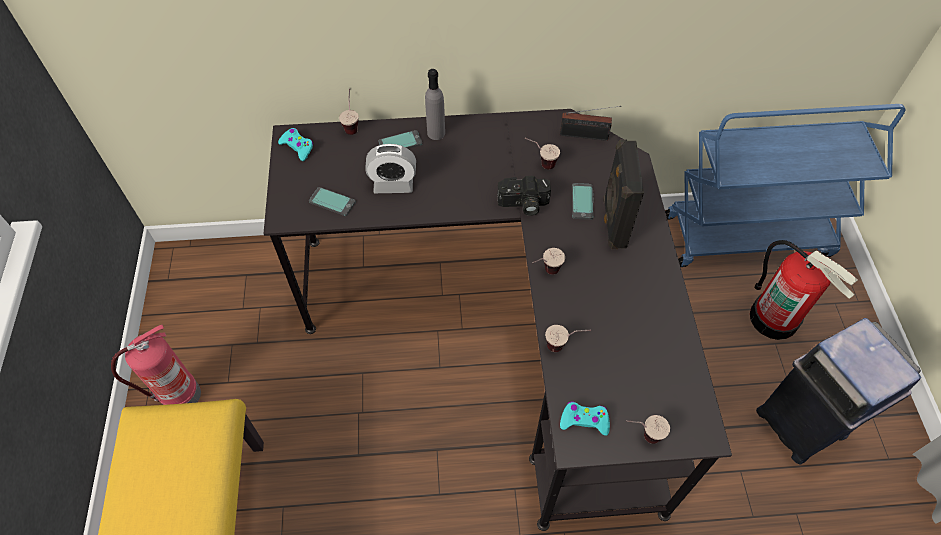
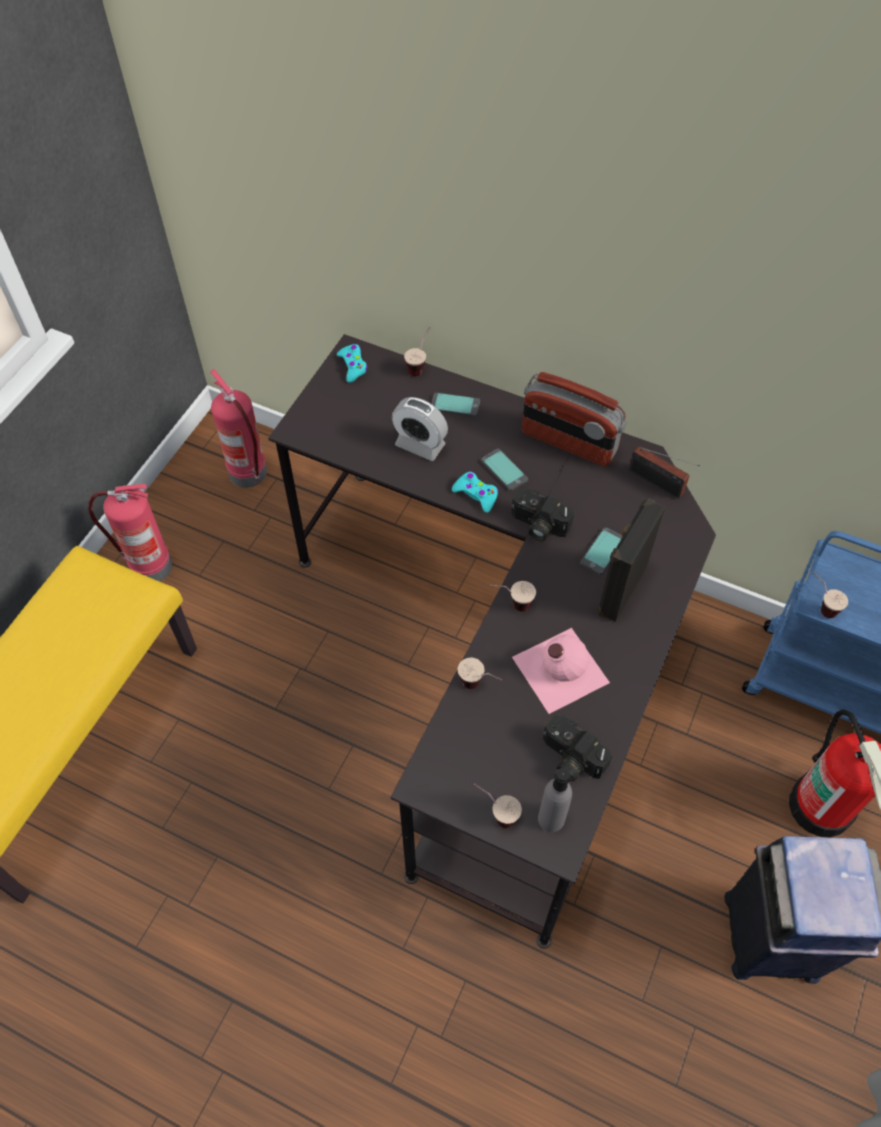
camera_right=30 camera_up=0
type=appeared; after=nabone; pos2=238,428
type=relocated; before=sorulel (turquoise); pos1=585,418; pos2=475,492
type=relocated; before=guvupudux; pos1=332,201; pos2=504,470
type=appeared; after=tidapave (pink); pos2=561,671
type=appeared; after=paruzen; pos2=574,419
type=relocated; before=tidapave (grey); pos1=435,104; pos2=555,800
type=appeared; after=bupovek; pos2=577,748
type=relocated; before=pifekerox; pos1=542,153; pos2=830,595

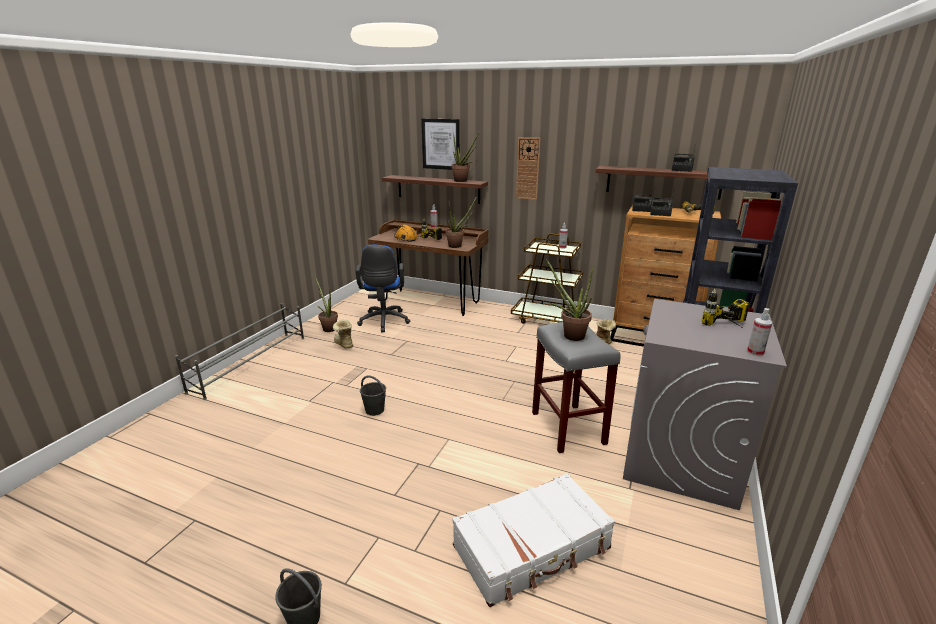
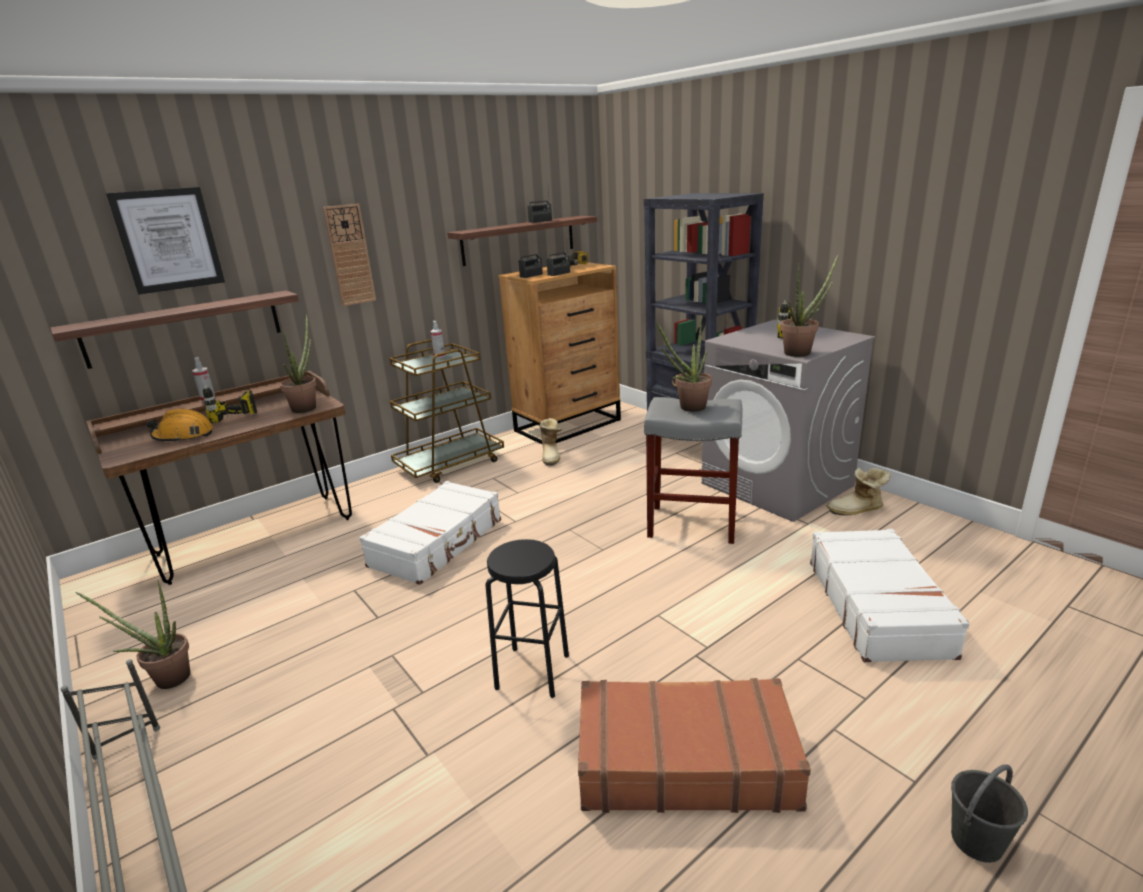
camera_right=-60 camera_up=0
type=appeared; after=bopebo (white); pos2=430,533
type=exchanged; before=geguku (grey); after=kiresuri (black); pos1=373,395; pos2=527,618
type=appeared; after=bopebo (brown); pos2=694,745
type=relocated; before=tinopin; pos1=465,157; pos2=809,305
type=relocated; before=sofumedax; pos1=343,333; pos2=859,491
type=missing; before=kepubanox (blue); pos1=383,288
type=missing; before=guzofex; pos1=759,332

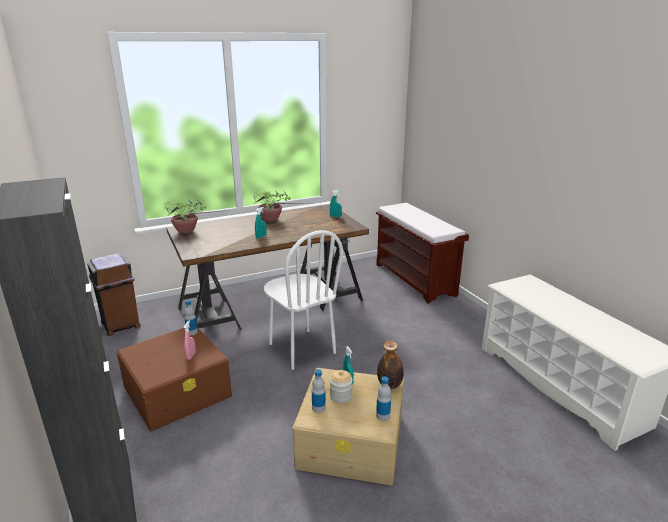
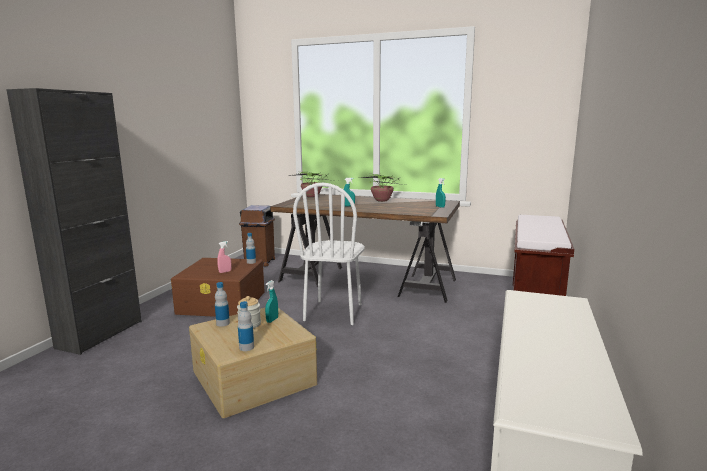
camera_right=45 camera_up=-10
type=missing; before=tidapave; pos1=390,364

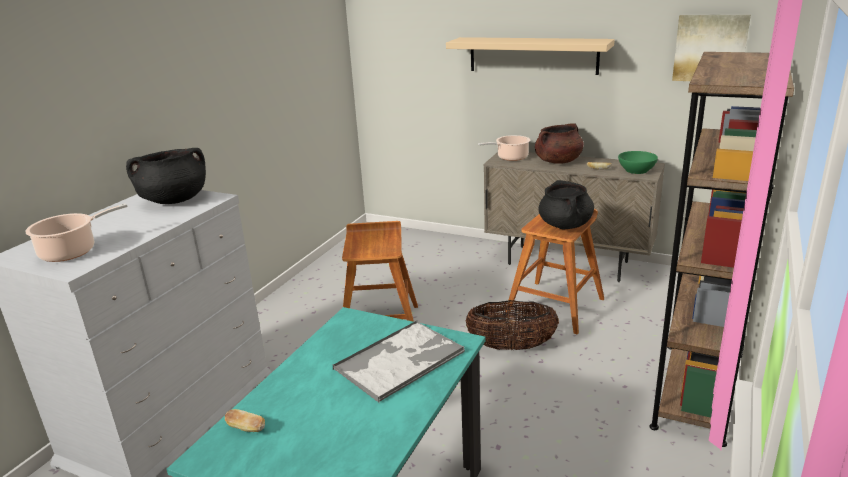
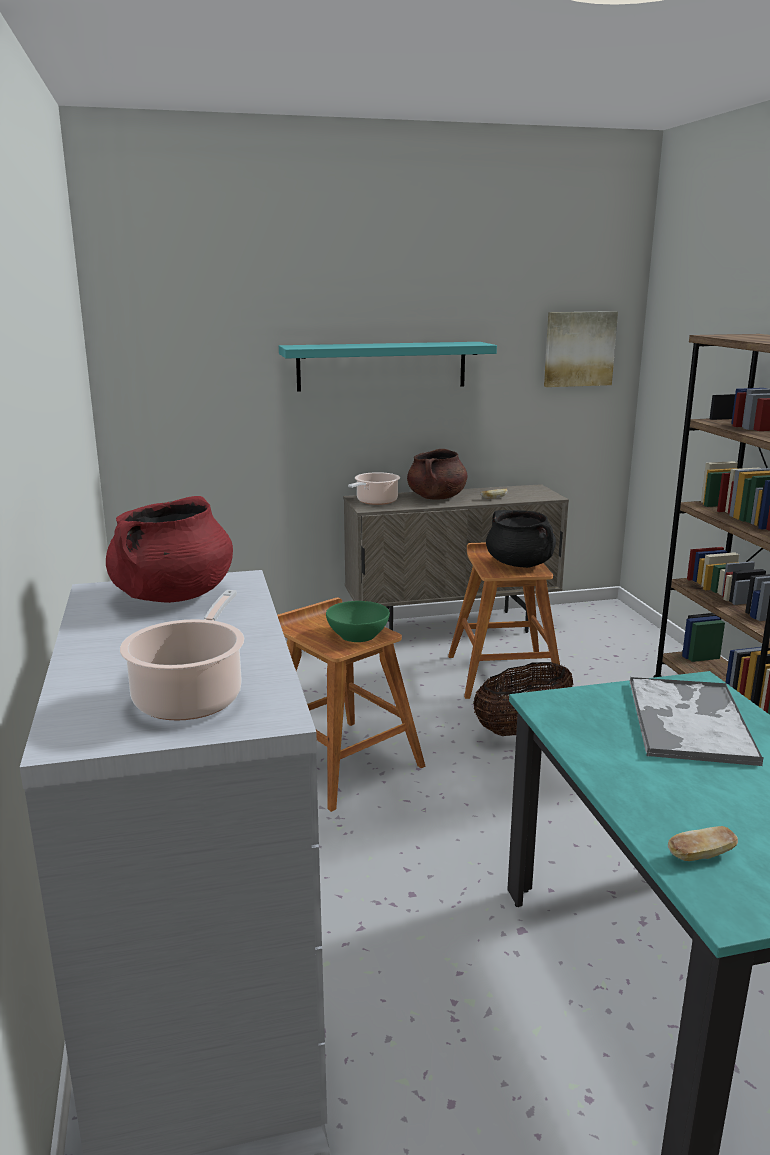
camera_right=-40 camera_up=-5
type=colour; before=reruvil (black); after=reruvil (red); pos1=166,176; pos2=169,549
type=colour; before=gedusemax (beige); after=gedusemax (turquoise); pos1=530,56; pos2=388,367
type=relocated; before=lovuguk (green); pos1=638,162; pos2=358,621

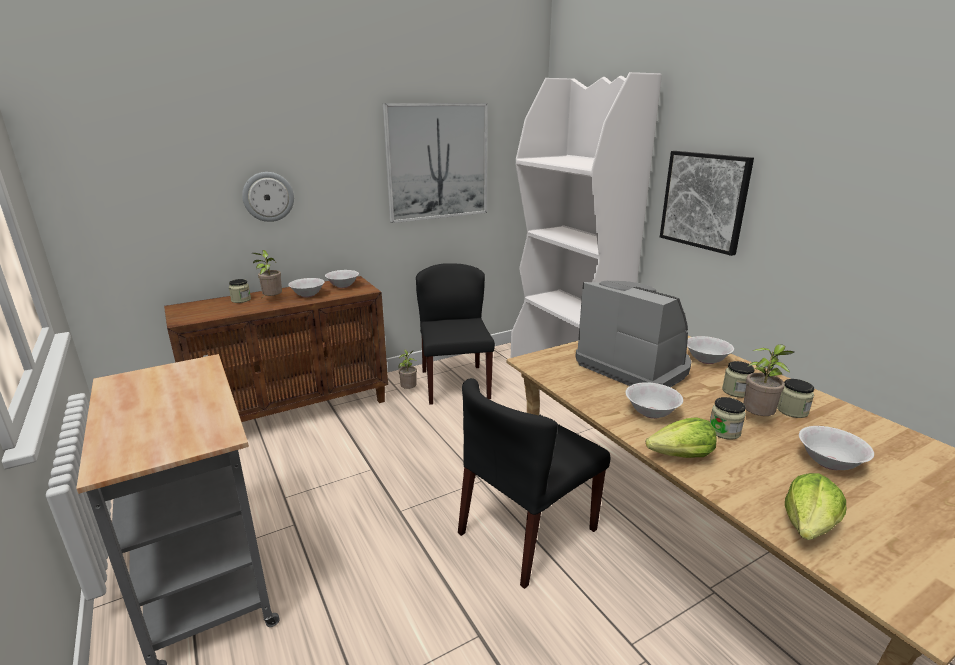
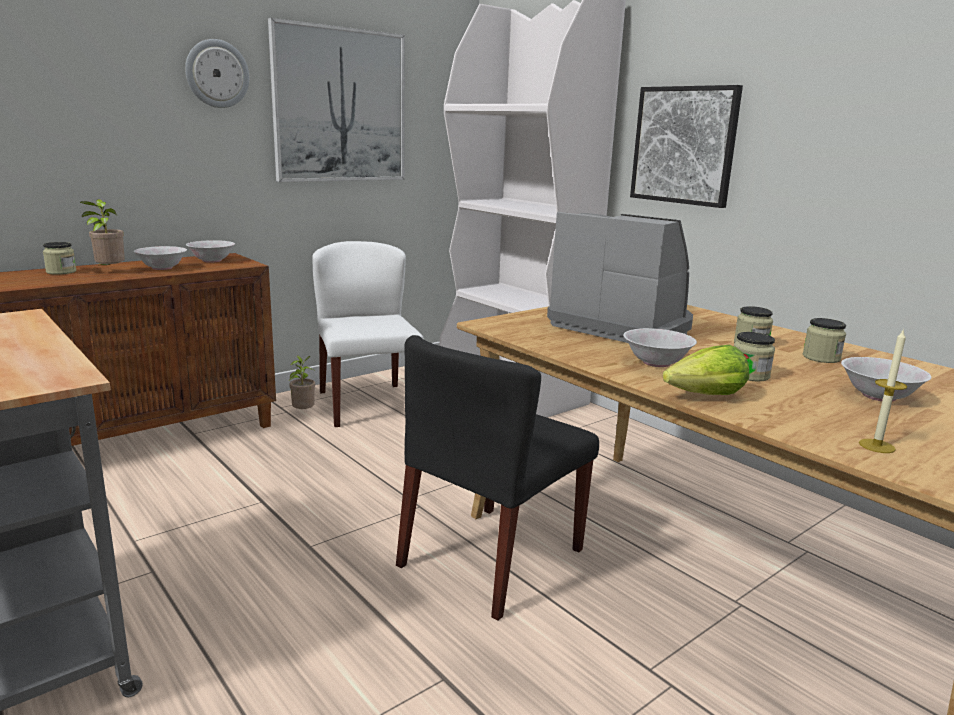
camera_right=-10 camera_up=-5
type=relocated; before=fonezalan; pos1=268,197; pos2=217,73
type=colour; before=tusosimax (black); after=tusosimax (white); pos1=455,334; pos2=368,334
type=exchanged; before=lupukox; after=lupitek; pos1=815,506; pos2=883,390
type=missing; before=lovuguk (white); pos1=710,350
type=missing; before=tinopin; pos1=768,380

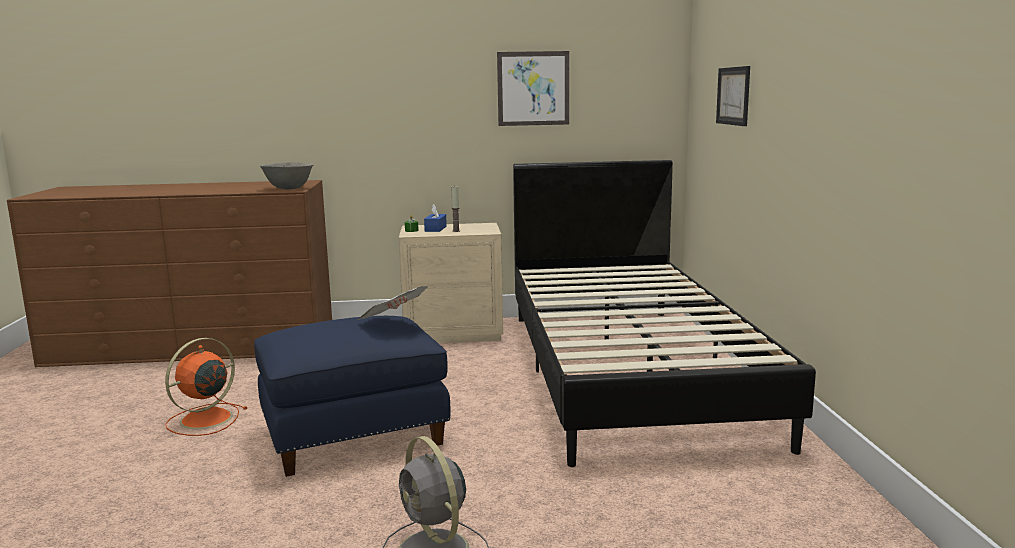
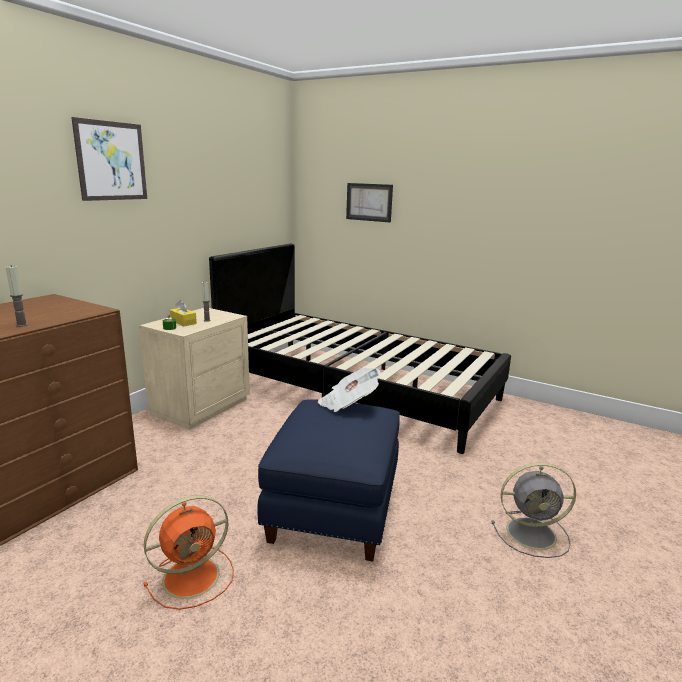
camera_right=-55 camera_up=5
type=appeared; after=lupitek; pos2=17,296
type=relocated; before=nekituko; pos1=533,88; pos2=109,159
type=spun; before=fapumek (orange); pos1=206,387; pos2=188,552; turn=-105
type=colour; before=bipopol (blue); after=bipopol (yellow); pos1=435,218; pos2=183,313
type=missing; before=lovuguk (grey); pos1=287,175

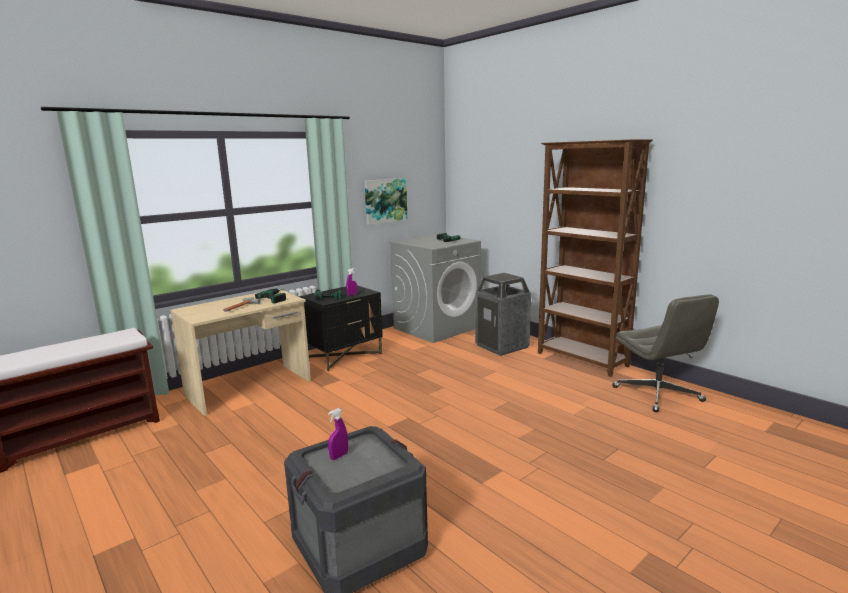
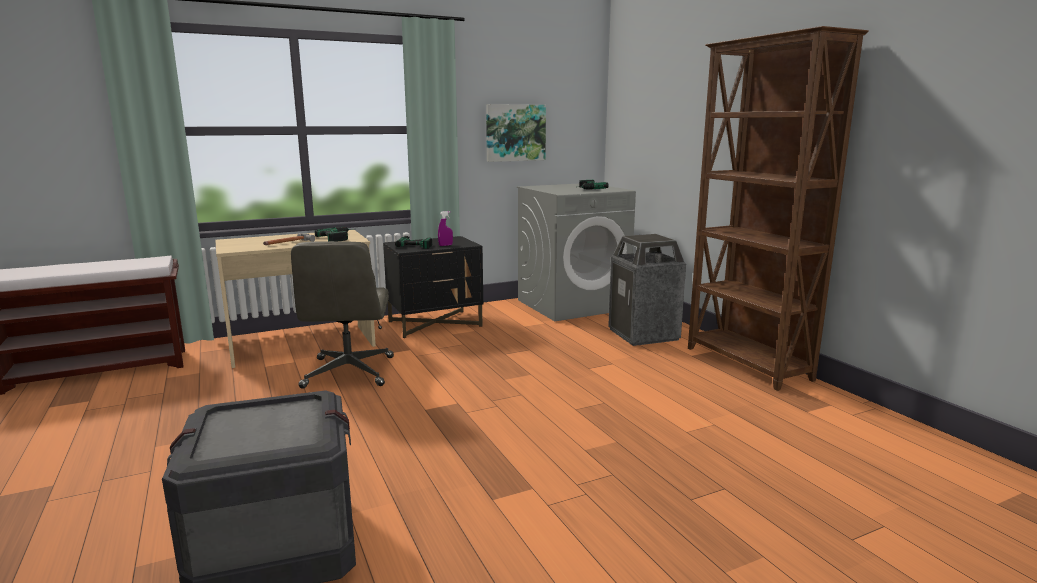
camera_right=15 camera_up=0
type=relocated; before=kepubanox (grey); pos1=666,353; pos2=342,315
type=missing; before=guzofex (purple); pos1=338,434

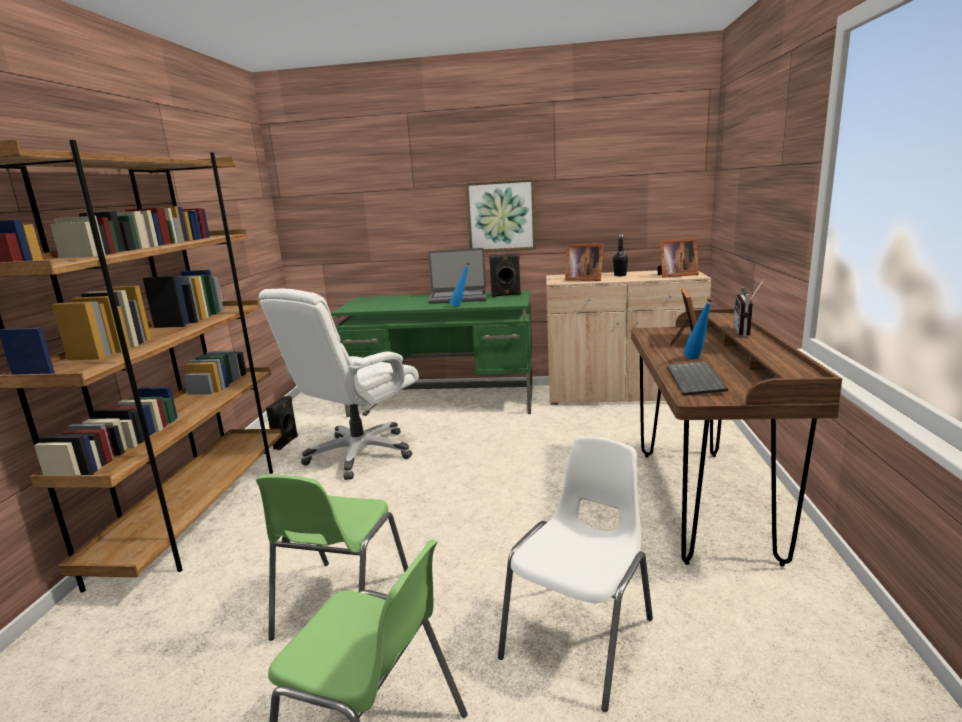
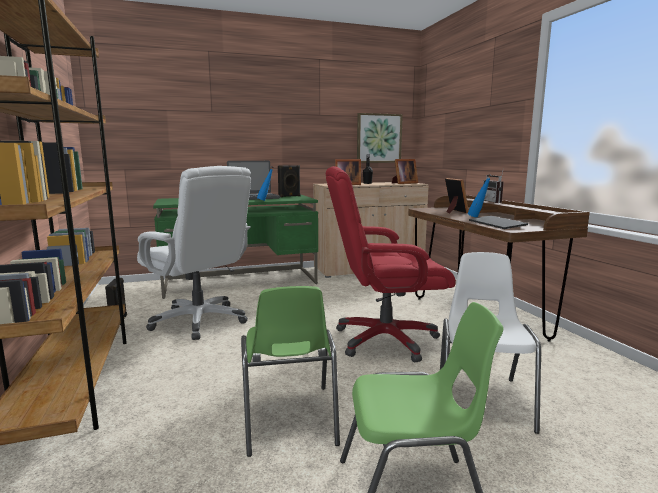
camera_right=-25 camera_up=-5
type=spun; before=kepubanox (white); pos1=339,384; pos2=194,253; turn=-60
type=appeared; after=kepubanox (red); pos2=391,264
type=relocated; before=nekituko; pos1=500,215; pos2=380,138

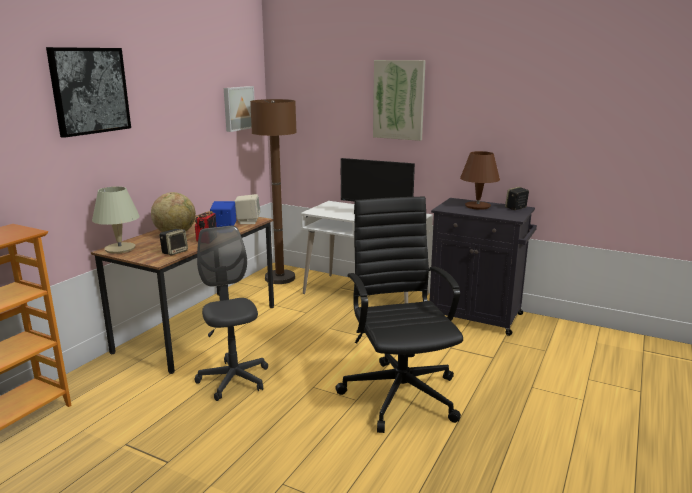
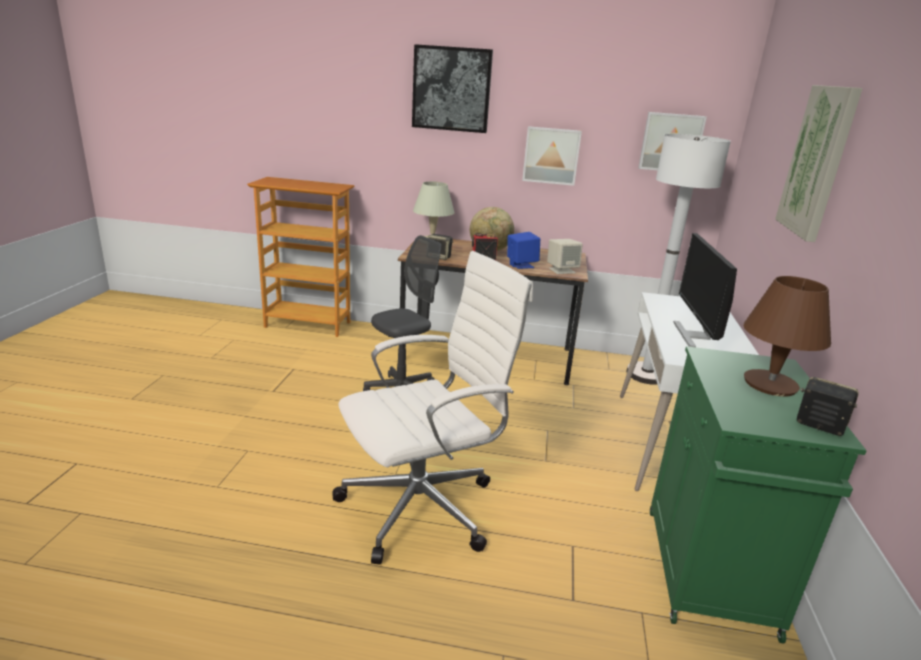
camera_right=70 camera_up=5
type=colour; before=kepubanox (black); after=kepubanox (white); pos1=399,314; pos2=432,407
type=appeared; after=nekituko; pos2=552,156
type=colour; before=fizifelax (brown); after=fizifelax (white); pos1=273,191; pos2=678,259
type=colour; before=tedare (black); after=tedare (green); pos1=483,267; pos2=758,494

